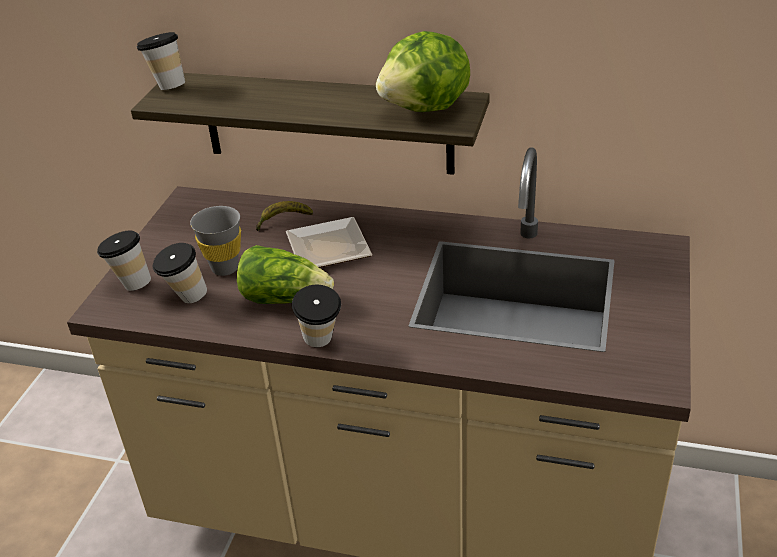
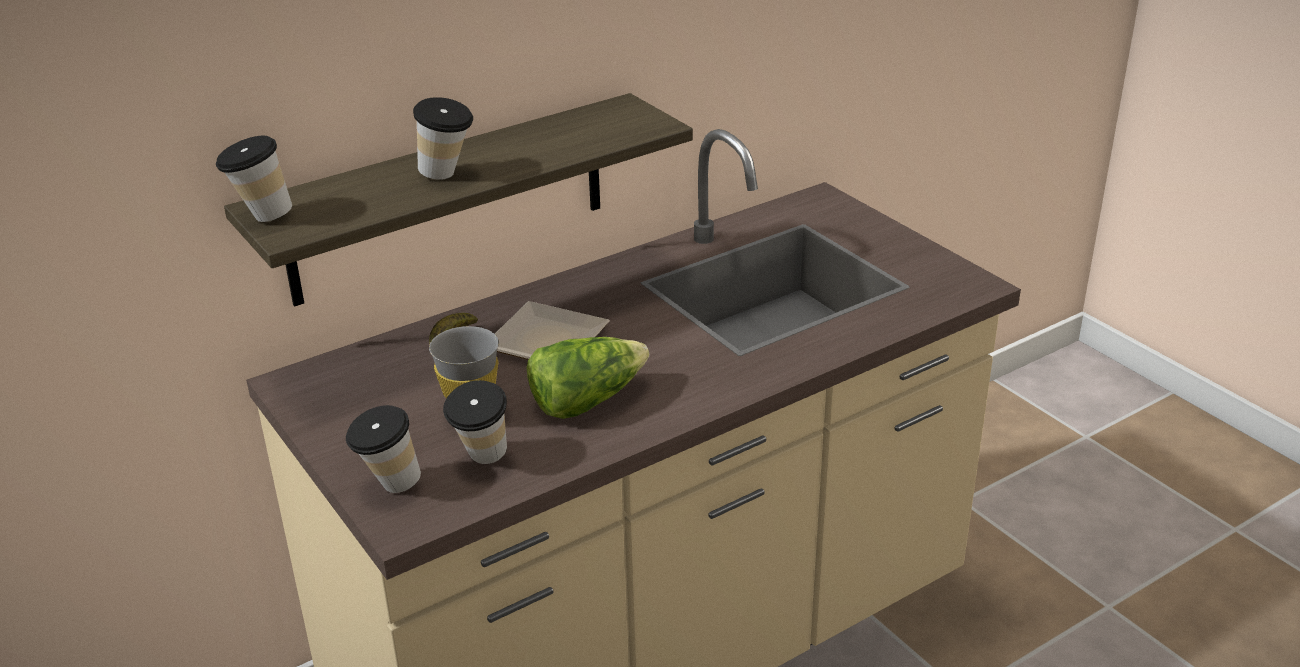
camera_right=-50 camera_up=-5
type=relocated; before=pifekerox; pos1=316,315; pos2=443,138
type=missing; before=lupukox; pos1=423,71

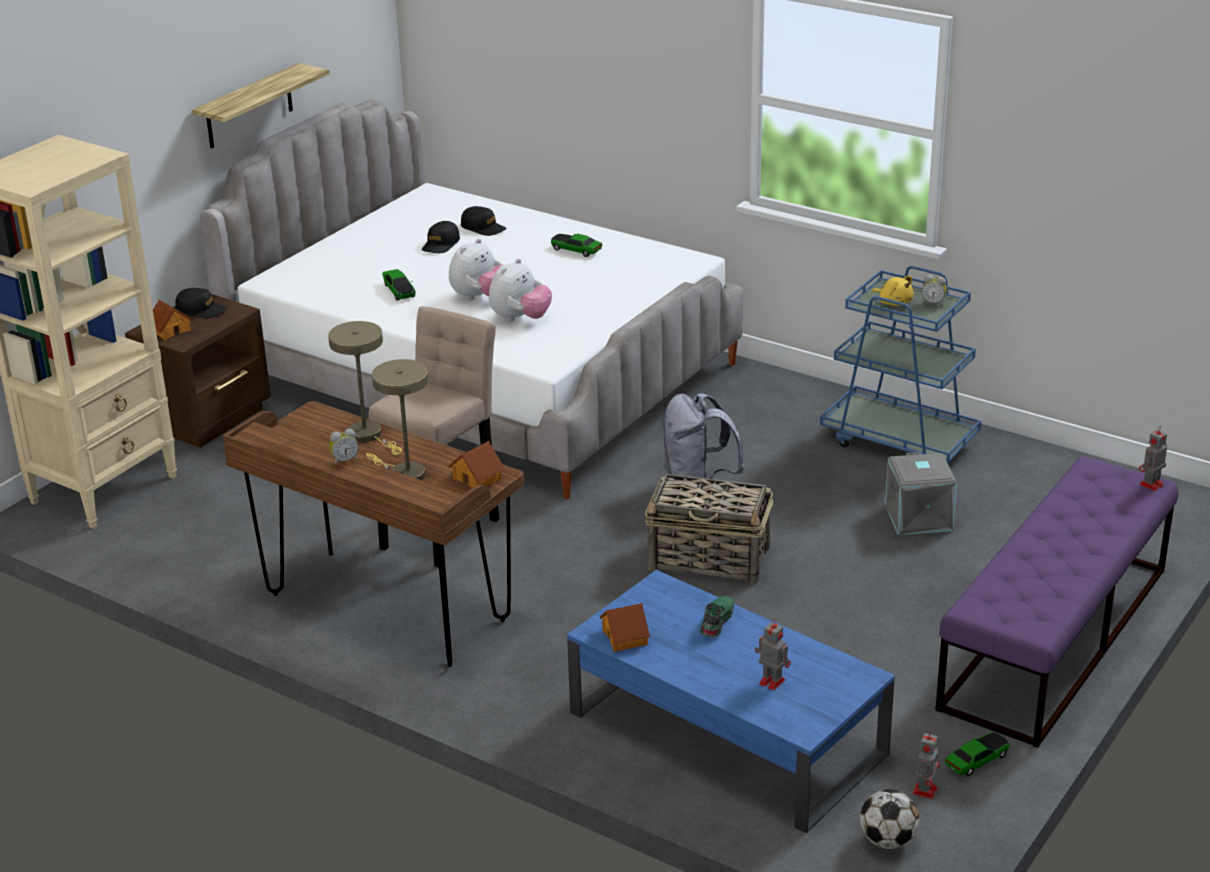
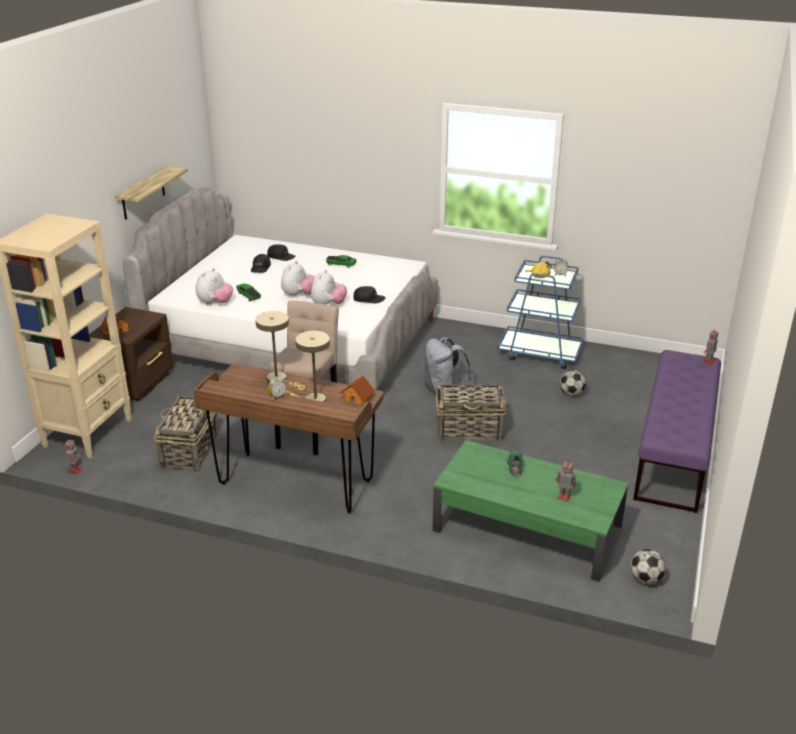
camera_right=-15 camera_up=0
type=relocated; before=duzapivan; pos1=926,765; pos2=73,457
type=appeared; after=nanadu; pos2=187,432
type=appeared; after=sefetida; pos2=214,286
type=relocated; before=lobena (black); pos1=201,303; pos2=369,294
type=colour; before=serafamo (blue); after=serafamo (green); pos1=731,701; pos2=530,511
type=exchanged; before=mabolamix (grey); after=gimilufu; pos1=921,493; pos2=573,383
type=missing; before=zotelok; pos1=625,627
type=missing; before=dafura; pos1=977,754

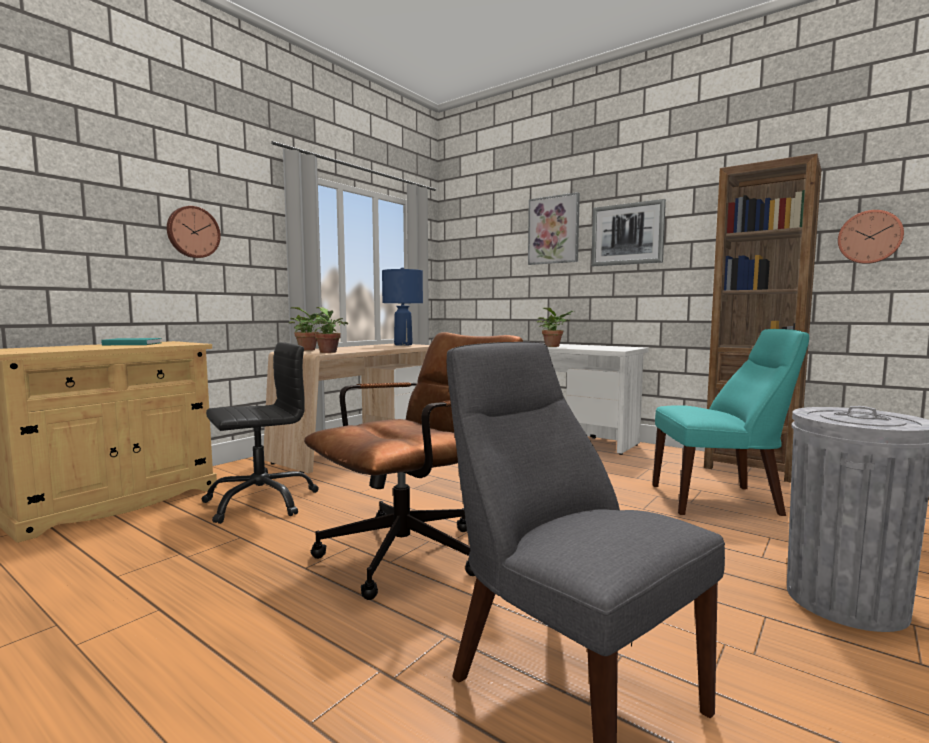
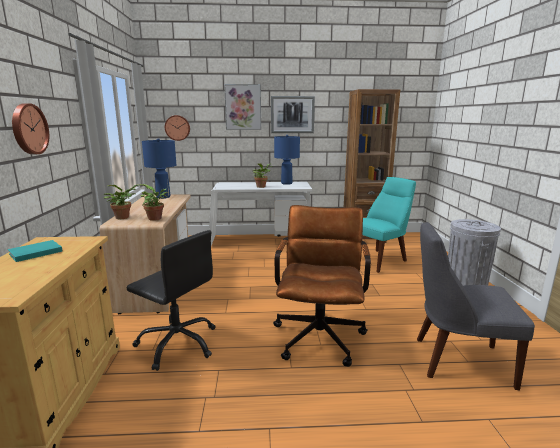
camera_right=-40 camera_up=10
type=spun; before=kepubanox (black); pos1=260,433; pos2=170,300; turn=105
type=relocated; before=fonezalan; pos1=871,237; pos2=177,128
type=appeared; after=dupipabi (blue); pos2=287,160

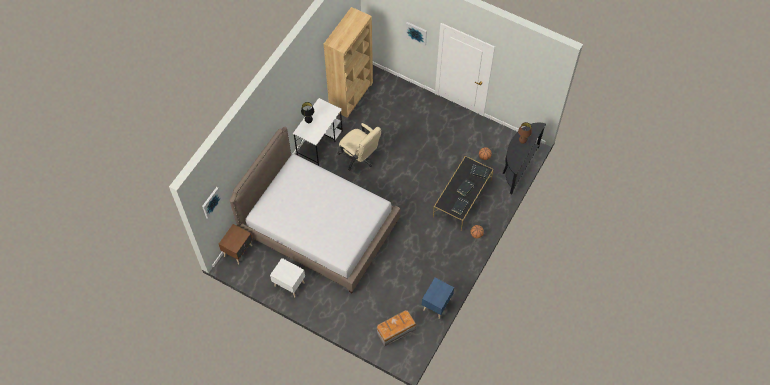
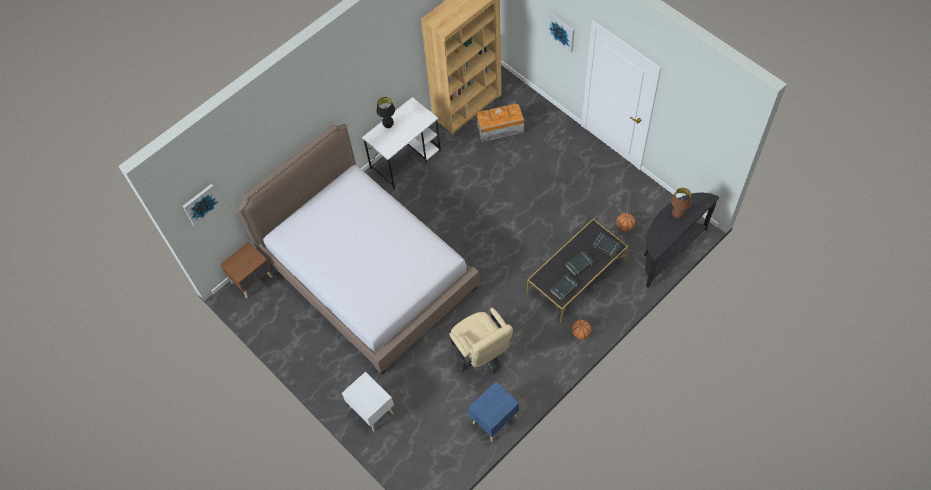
camera_right=20 camera_up=0
type=relocated; before=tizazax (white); pos1=287,277; pos2=368,401
type=relocated; before=kepubanox (beige); pos1=359,146; pos2=481,340
type=relocated; before=mabolamix; pos1=396,328; pos2=500,122

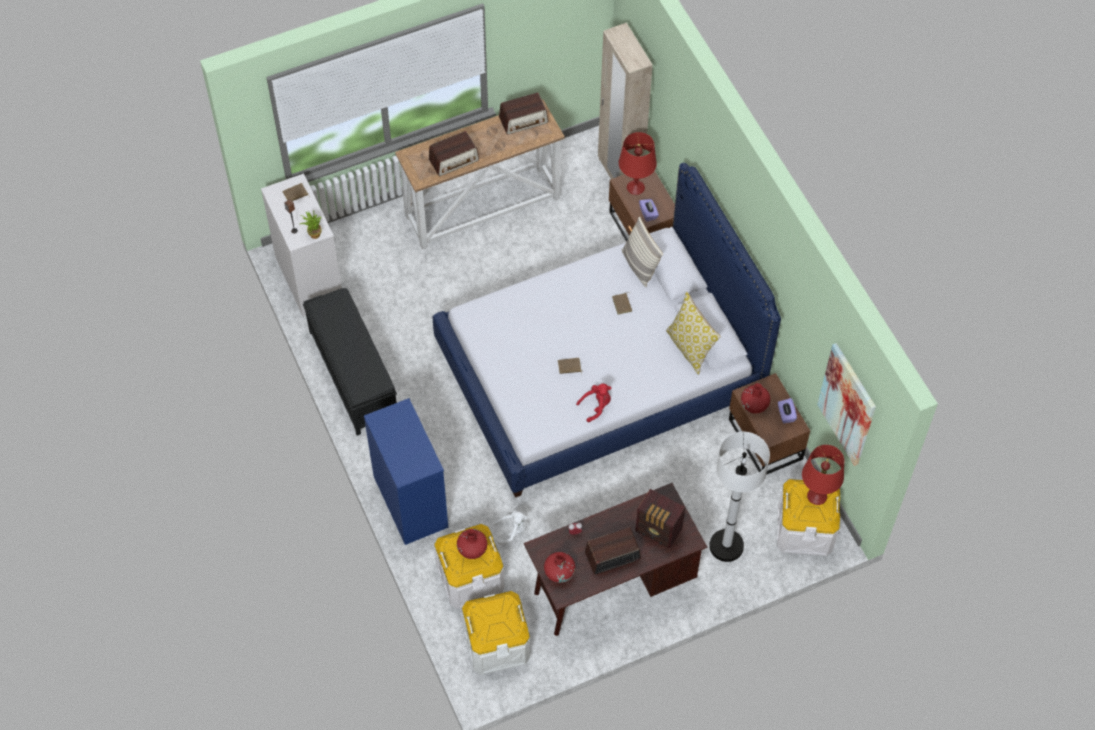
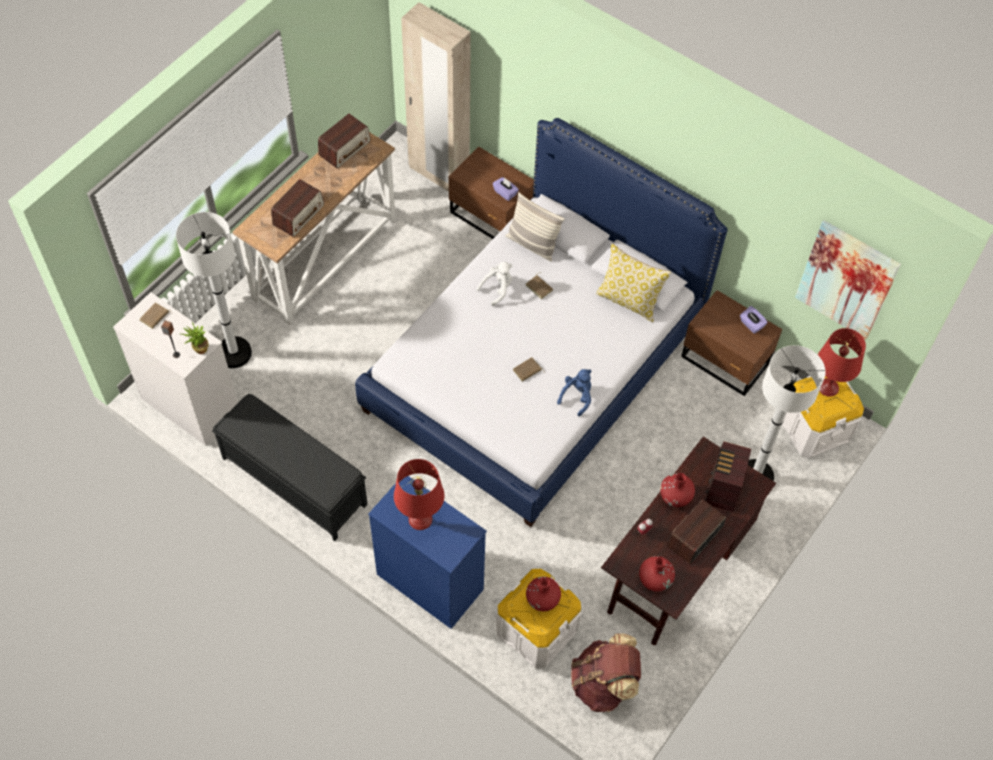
camera_right=-30 camera_up=0
type=appeared; after=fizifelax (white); pos2=214,290
type=relocated; before=dupipabi (red); pos1=638,163; pos2=419,494
type=relocated; before=sefetida (white); pos1=510,527; pos2=494,284
type=colour; before=sefetida (red); after=sefetida (blue); pos1=593,403; pos2=574,392
type=exchanged; before=mabolamix (white); after=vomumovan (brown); pos1=496,633; pos2=606,672
type=relocated; before=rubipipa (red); pos1=755,398; pos2=677,490
type=spun; before=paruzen; pos1=660,519; pos2=728,476; turn=105

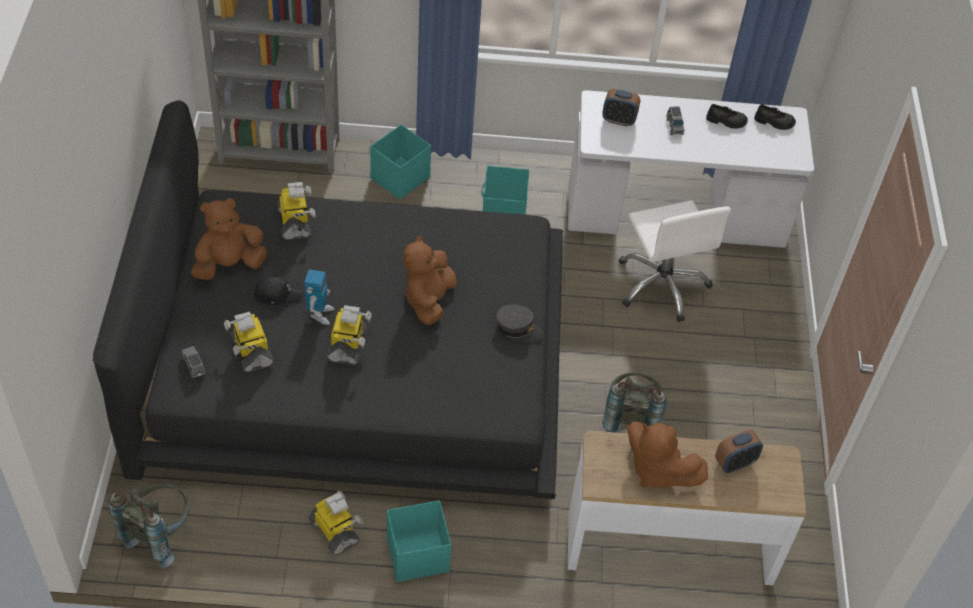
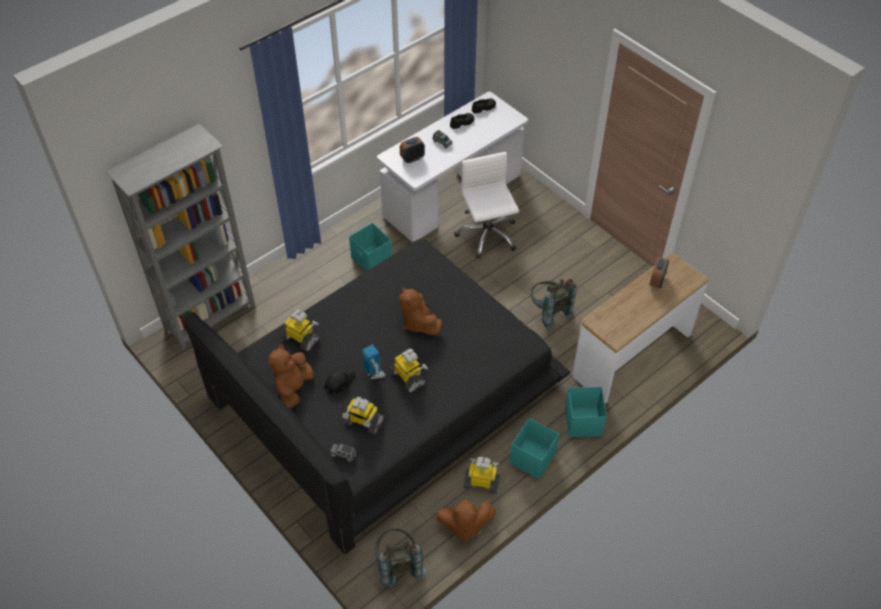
camera_right=-40 camera_up=0
type=relocated; before=sefetida (brown); pos1=667,454; pos2=466,520
type=spun; before=kepubanox (white); pos1=675,261; pos2=487,205; turn=-135
type=relocated; before=mabolamix (turquoise); pos1=400,161; pos2=586,412
type=missing; before=lobena (grey); pos1=519,323

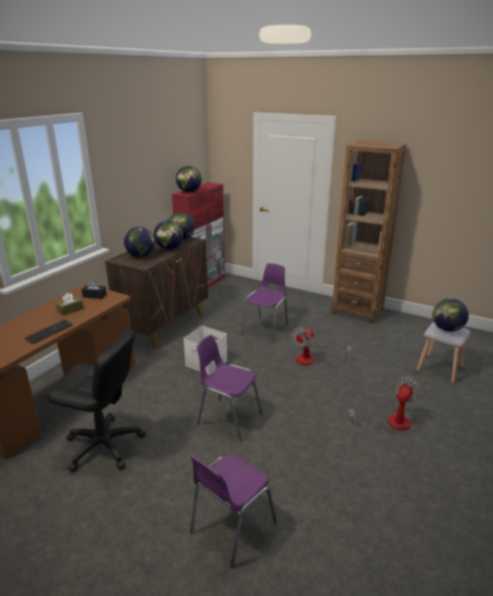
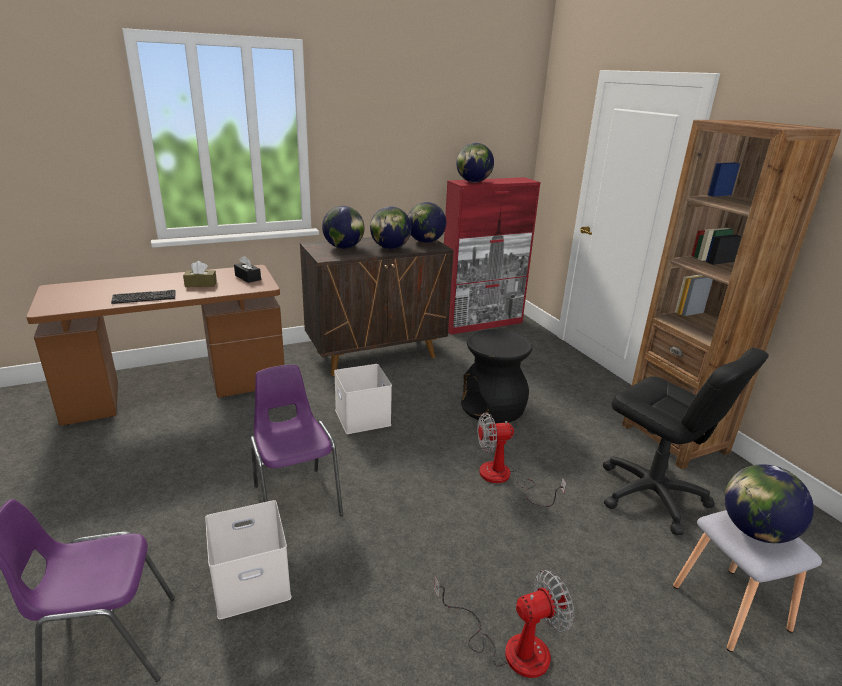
camera_right=35 camera_up=0
type=appeared; after=mabolamix (white); pos2=248,560
type=exchanged; before=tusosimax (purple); after=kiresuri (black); pos1=265,302; pos2=496,376
type=relocated; before=kepubanox (black); pos1=96,400; pos2=686,441

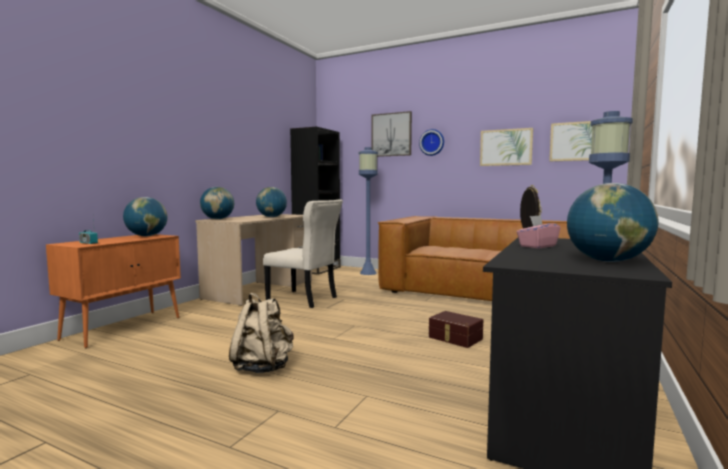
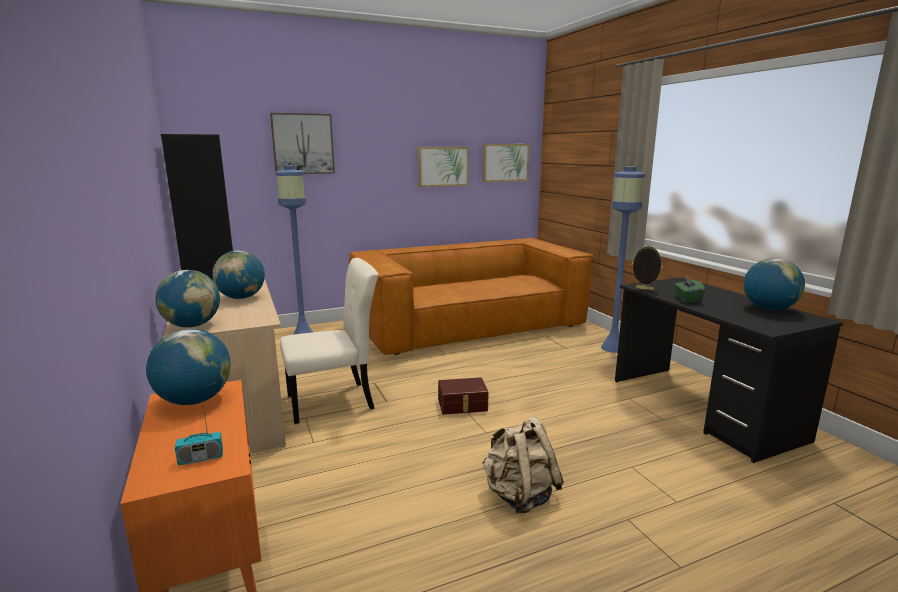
camera_right=-50 camera_up=10
type=relocated; before=mabolamix (brown); pos1=456,329; pos2=463,396
type=colour; before=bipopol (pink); after=bipopol (green); pos1=539,231; pos2=689,289
type=missing; before=fonezalan; pos1=431,142

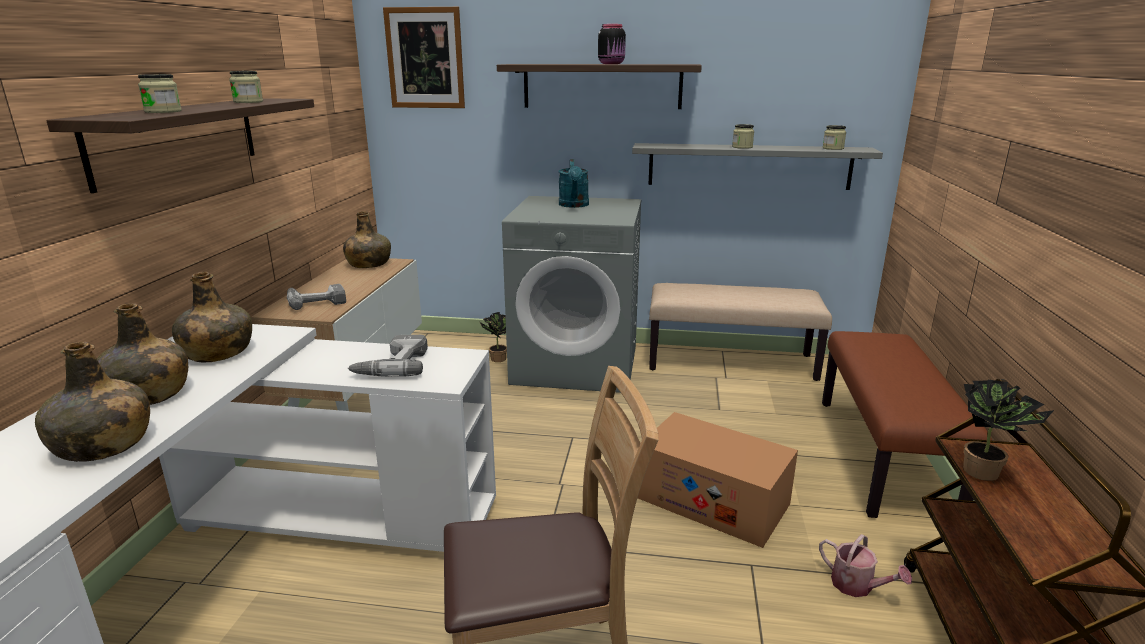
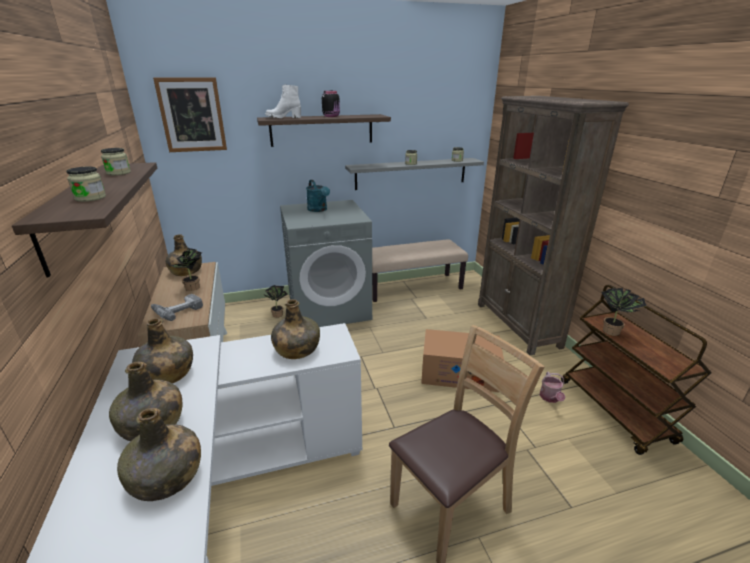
camera_right=-25 camera_up=5
type=appeared; after=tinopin; pos2=186,269
type=appeared; after=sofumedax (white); pos2=283,101
type=exchanged; before=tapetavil; after=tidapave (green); pos1=387,356; pos2=295,329
type=exchanged; before=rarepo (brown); after=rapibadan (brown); pos1=907,424; pos2=553,225
type=spun; before=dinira; pos1=865,565; pos2=552,387; turn=75

